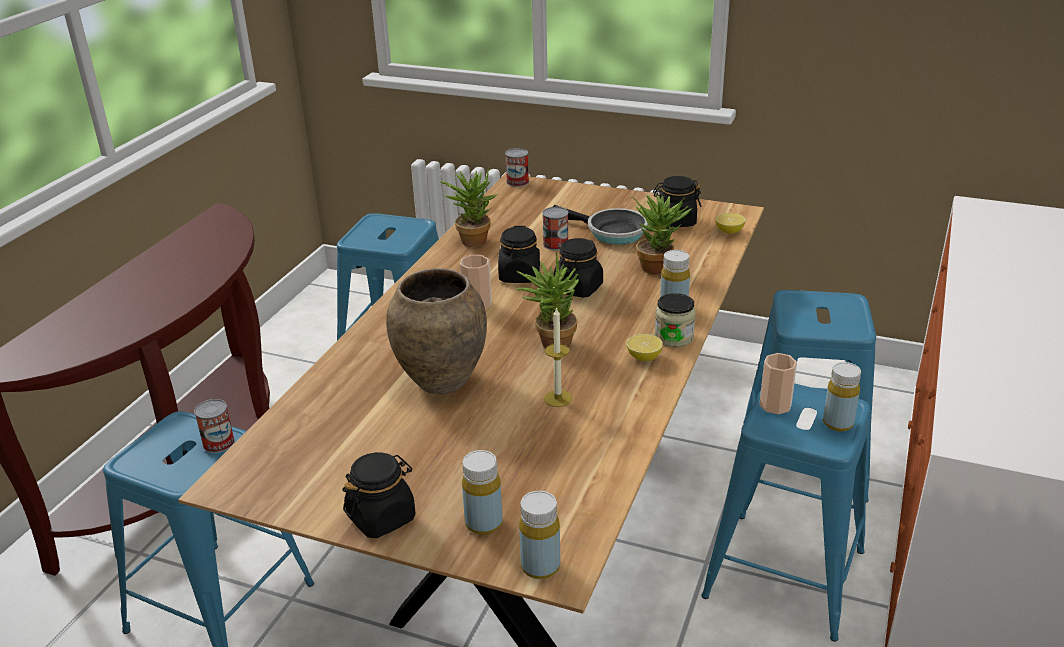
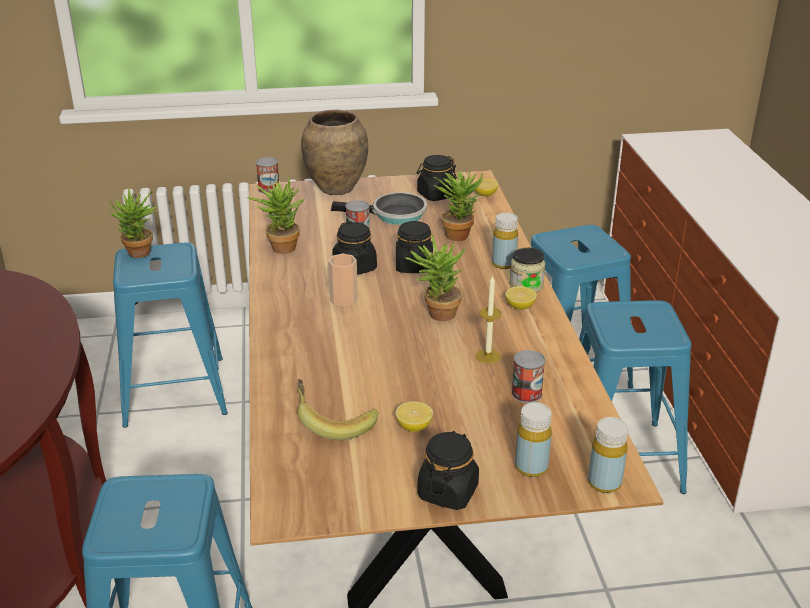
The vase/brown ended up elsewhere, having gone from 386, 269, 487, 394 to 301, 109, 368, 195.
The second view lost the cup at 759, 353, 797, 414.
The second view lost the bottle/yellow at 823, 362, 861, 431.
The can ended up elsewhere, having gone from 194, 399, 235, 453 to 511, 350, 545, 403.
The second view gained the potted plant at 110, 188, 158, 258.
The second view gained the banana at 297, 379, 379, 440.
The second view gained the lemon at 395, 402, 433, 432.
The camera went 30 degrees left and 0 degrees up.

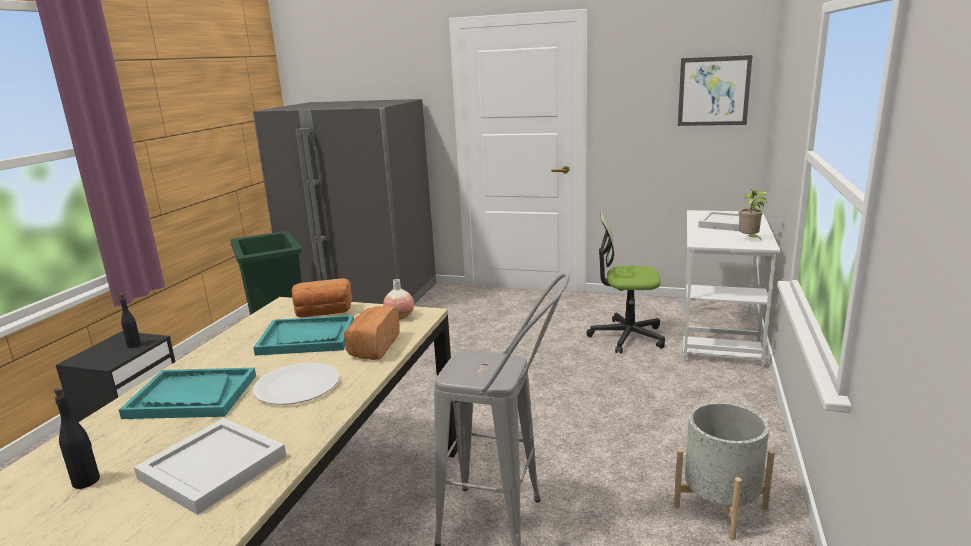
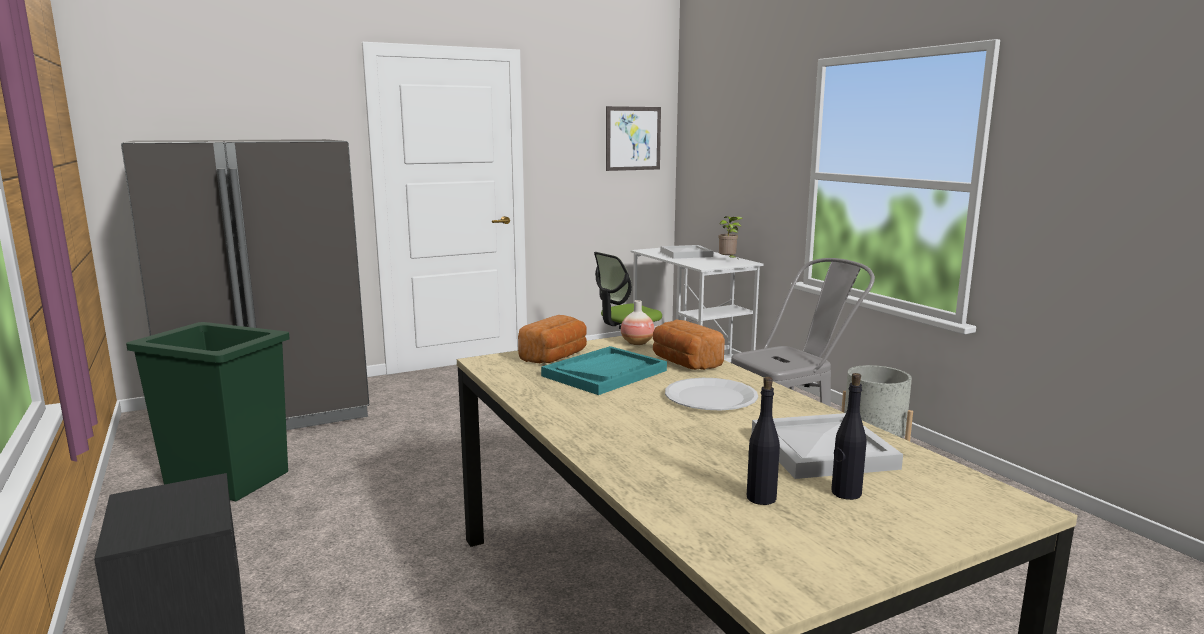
The bottle/black ended up elsewhere, having gone from 119, 294, 141, 348 to 831, 373, 866, 500.
The second view lost the tray/turquoise at 119, 368, 256, 419.
The camera went 45 degrees left and 5 degrees down.

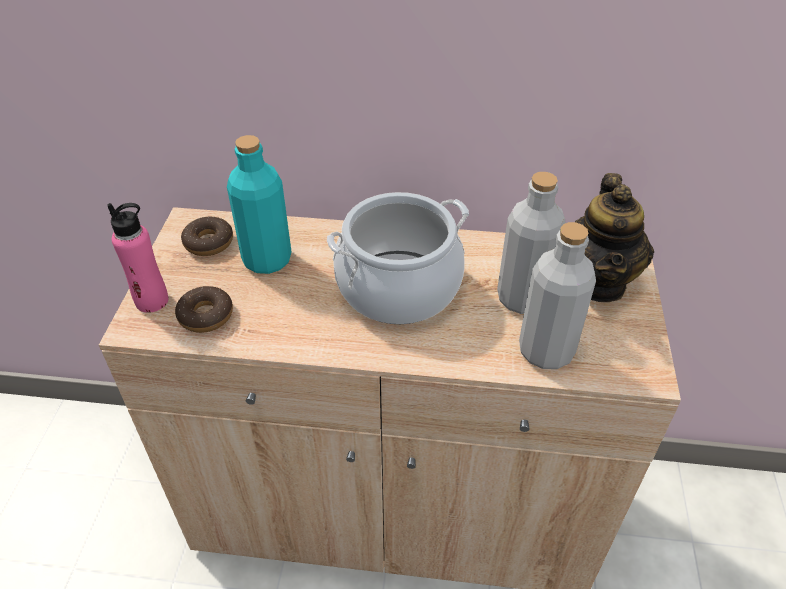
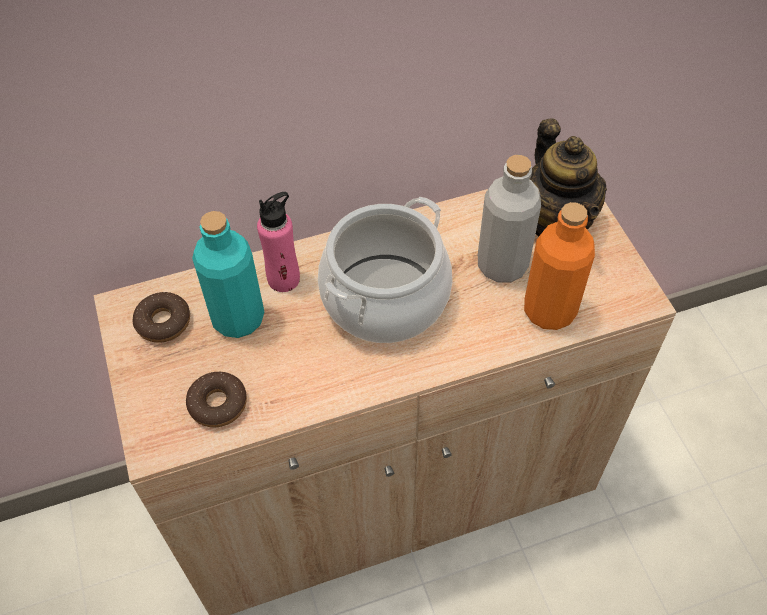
The bottle/pink ended up elsewhere, having gone from 107, 203, 168, 313 to 257, 192, 300, 292.
What was the bottle/grey at 519, 222, 596, 369 turned into the bottle/orange at 524, 202, 595, 330.
The camera went 25 degrees left and 10 degrees up.

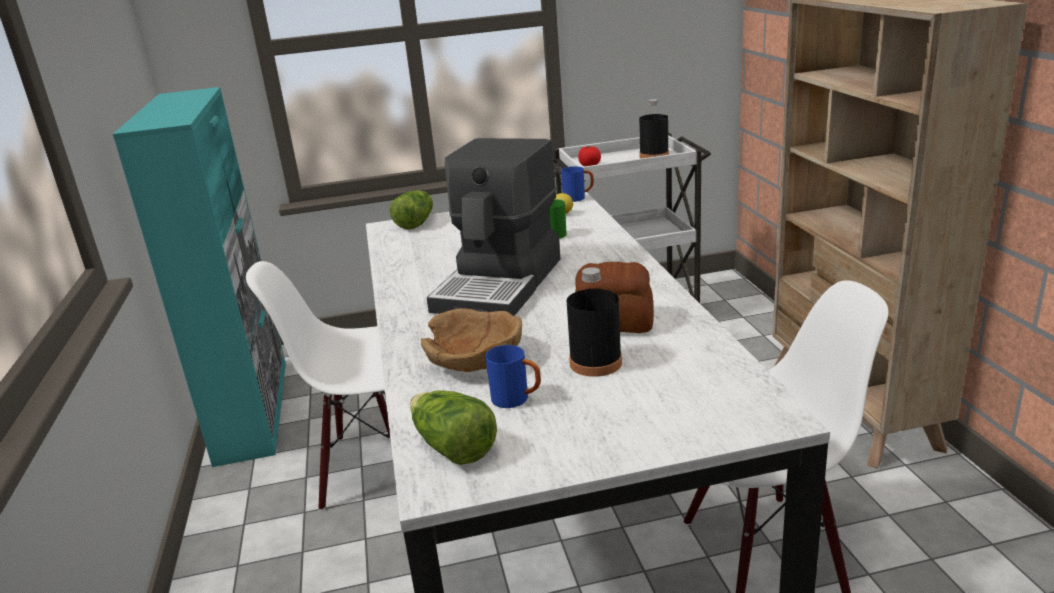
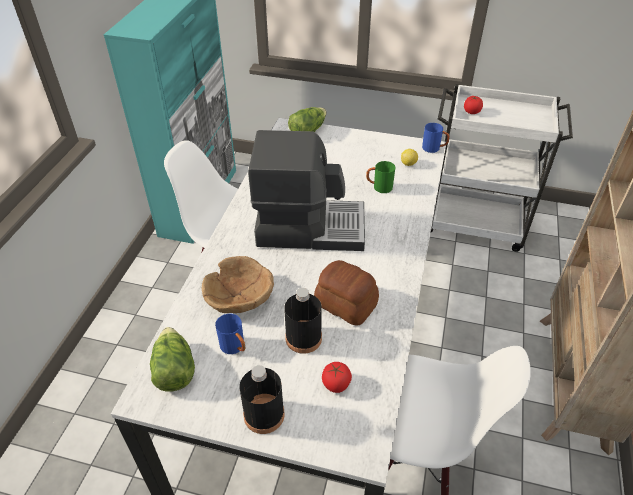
The bottle/black ended up elsewhere, having gone from 639, 99, 669, 158 to 239, 365, 284, 434.
The coffee machine at 427, 138, 560, 316 ended up facing another way, 135 degrees counterclockwise from before.
The second view gained the tomato at 322, 362, 352, 393.
The camera went 25 degrees right and 20 degrees up.

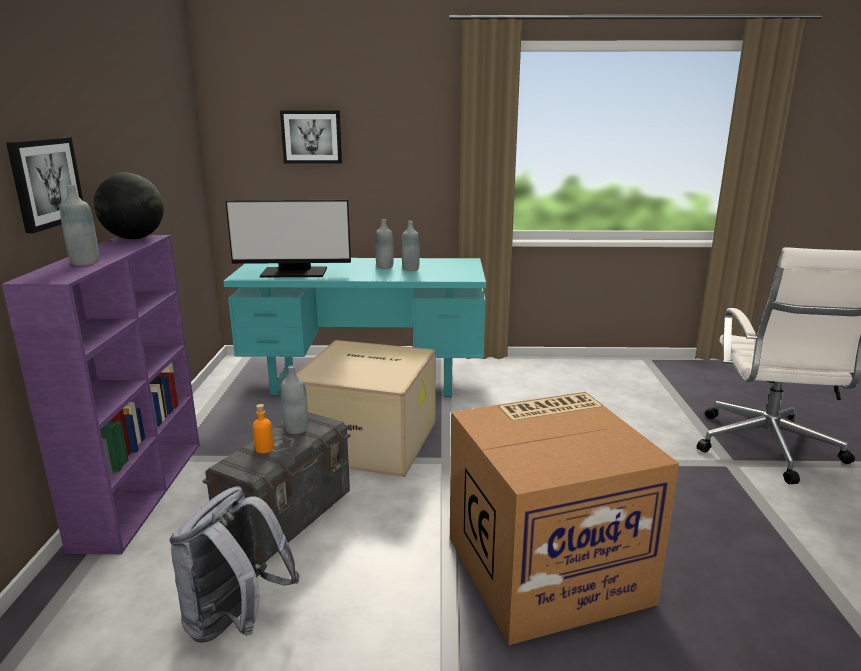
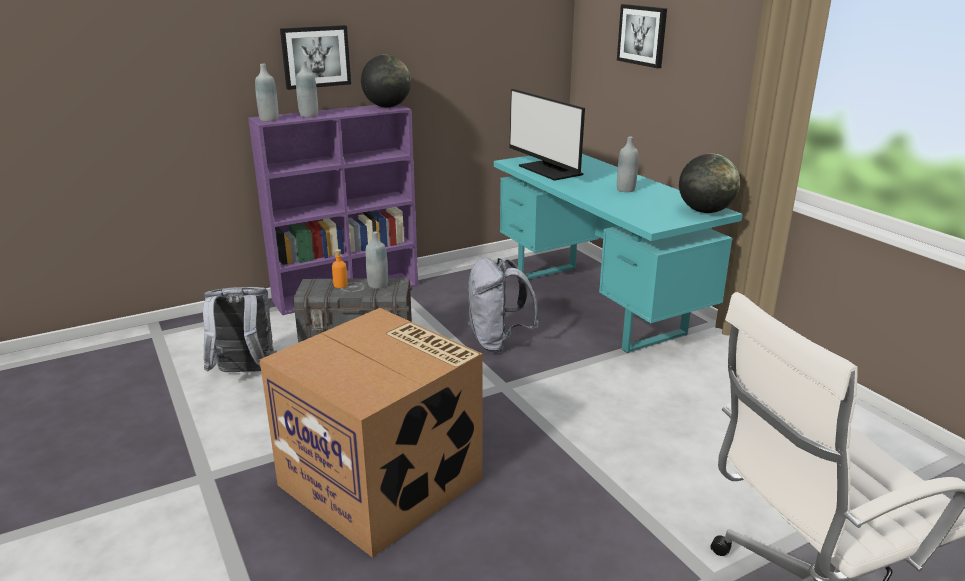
The bottle/grey ended up elsewhere, having gone from 402, 221, 420, 271 to 255, 64, 279, 122.
Where the cardboard box stood at 296, 340, 436, 477, the backpack/grey came to stand at 468, 258, 539, 352.
The second view gained the globe at 679, 154, 740, 213.
The camera went 60 degrees right and 5 degrees up.

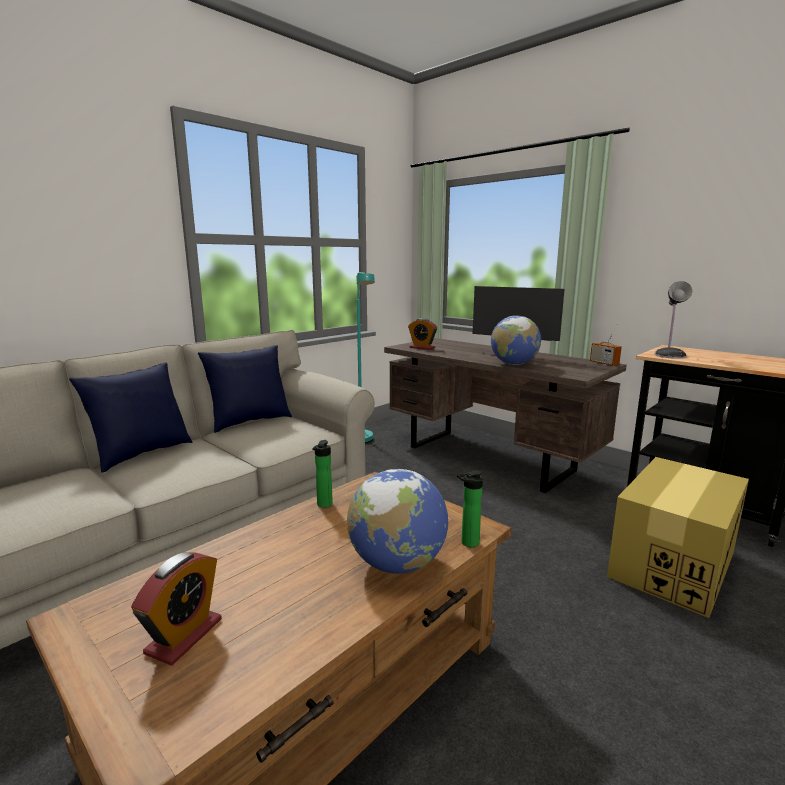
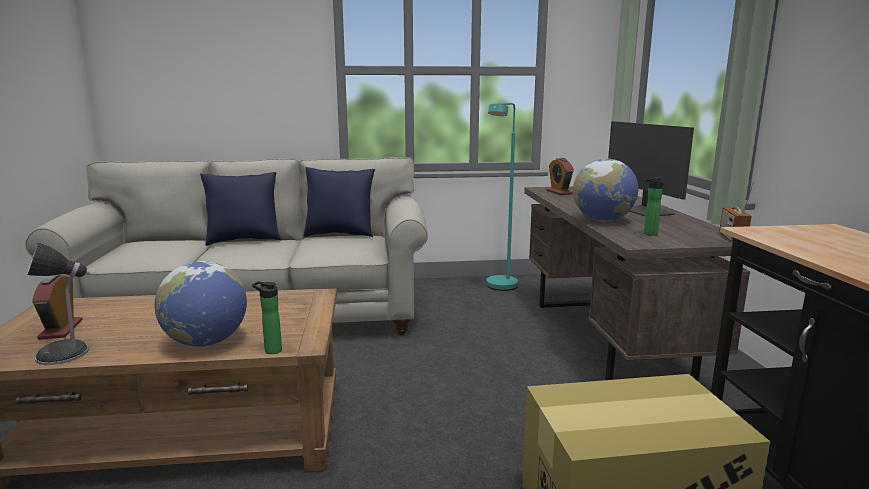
The table lamp ended up elsewhere, having gone from 654, 281, 692, 359 to 27, 242, 90, 365.
The bottle ended up elsewhere, having gone from 312, 440, 333, 508 to 644, 177, 663, 236.
The alarm clock at 131, 552, 222, 666 ended up facing another way, 105 degrees clockwise from before.
The camera went 40 degrees right and 0 degrees up.

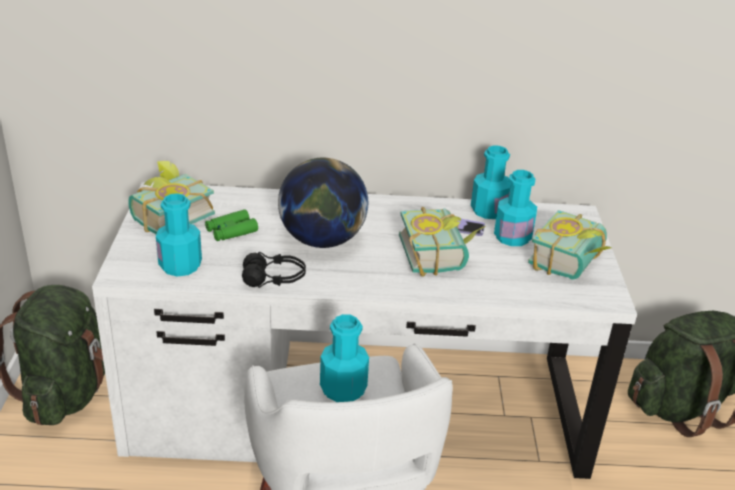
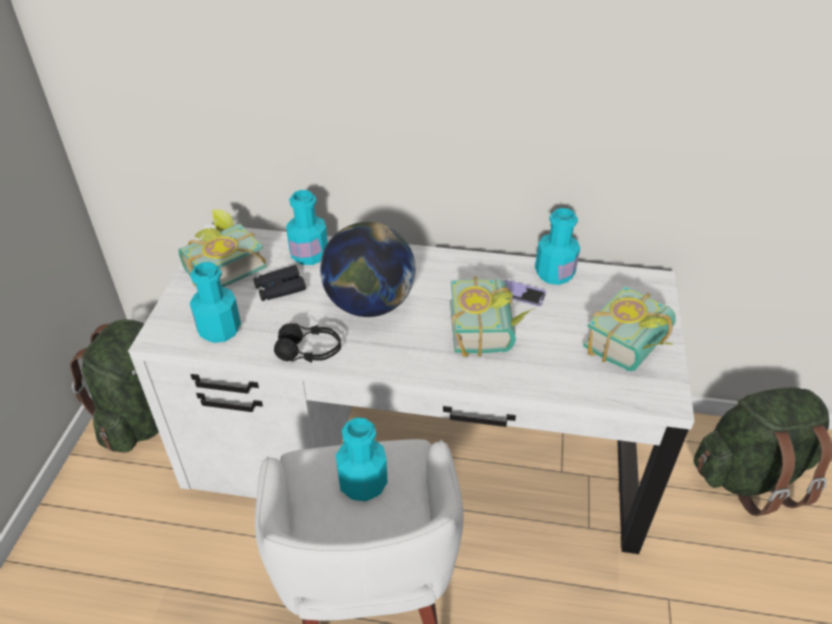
The bottle/turquoise ended up elsewhere, having gone from 494, 170, 537, 246 to 286, 190, 328, 265.
What was the binoculars/green at 205, 209, 258, 241 turned into the binoculars/black at 253, 265, 306, 301.
The camera went 10 degrees right and 10 degrees up.

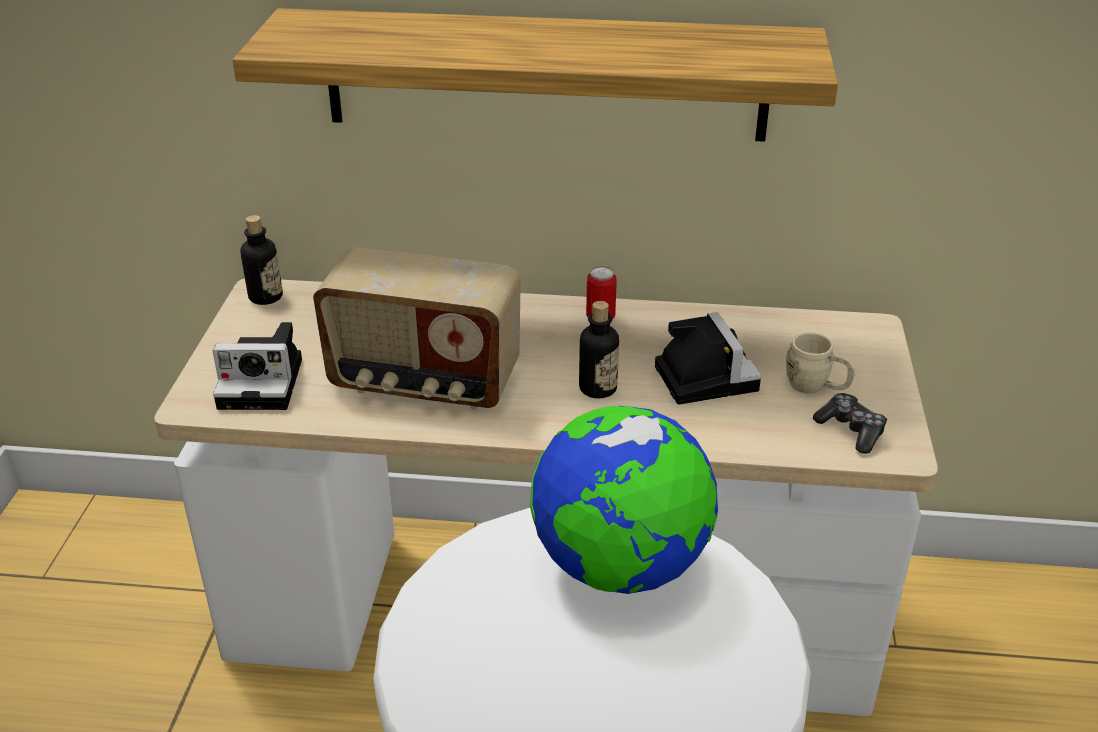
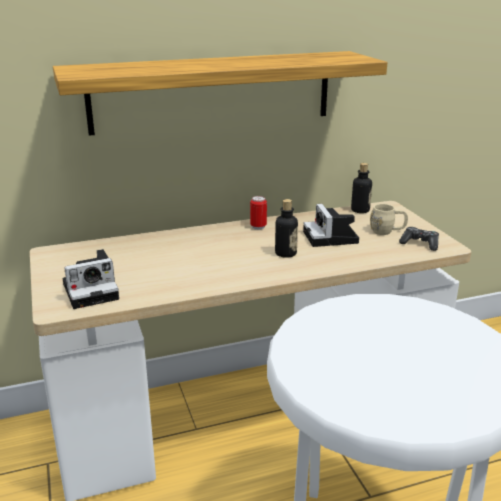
The bottle ended up elsewhere, having gone from 240, 215, 283, 305 to 351, 163, 372, 213.
The second view lost the radio at 313, 247, 521, 409.
The photo camera at 655, 312, 761, 404 ended up facing another way, 150 degrees counterclockwise from before.
The second view lost the globe at 530, 406, 718, 594.
The camera went 25 degrees left and 10 degrees down.

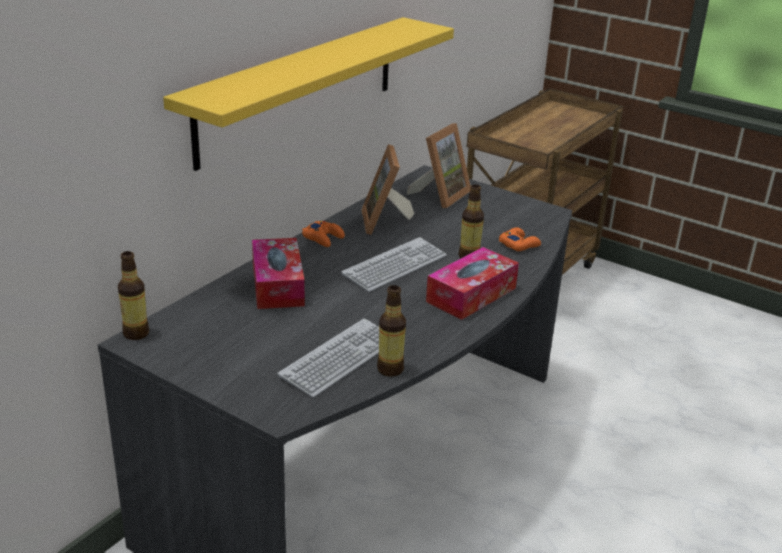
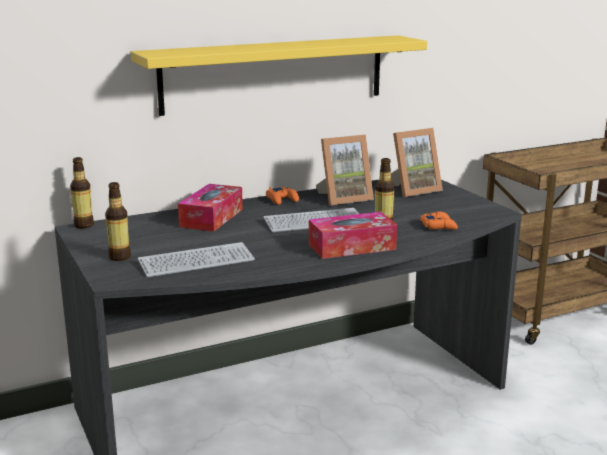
The picture frame at 362, 144, 414, 235 ended up facing another way, 135 degrees counterclockwise from before.
The bottle ended up elsewhere, having gone from 377, 285, 406, 377 to 105, 182, 131, 261.
The camera went 30 degrees right and 10 degrees down.

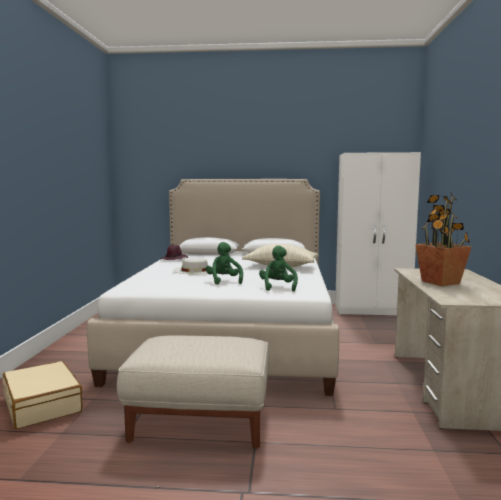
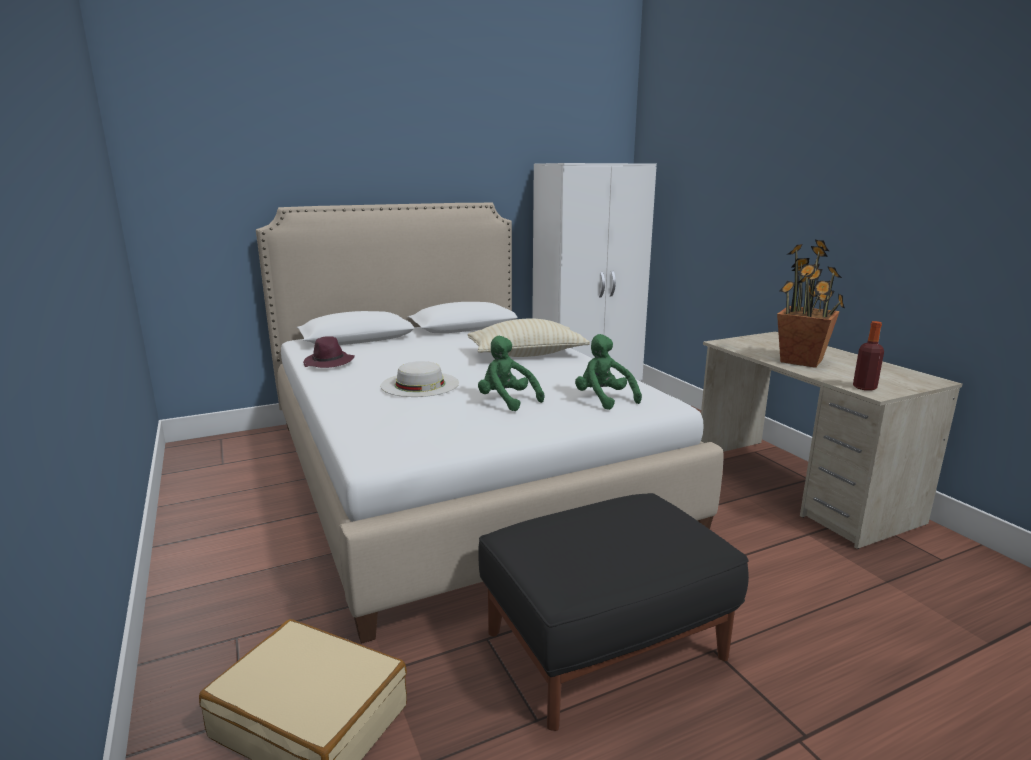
What was the ottoman/beige at 117, 335, 269, 449 turned into the ottoman/black at 478, 493, 749, 731.
The second view gained the bottle at 853, 321, 884, 391.
The camera went 30 degrees left and 10 degrees up.

